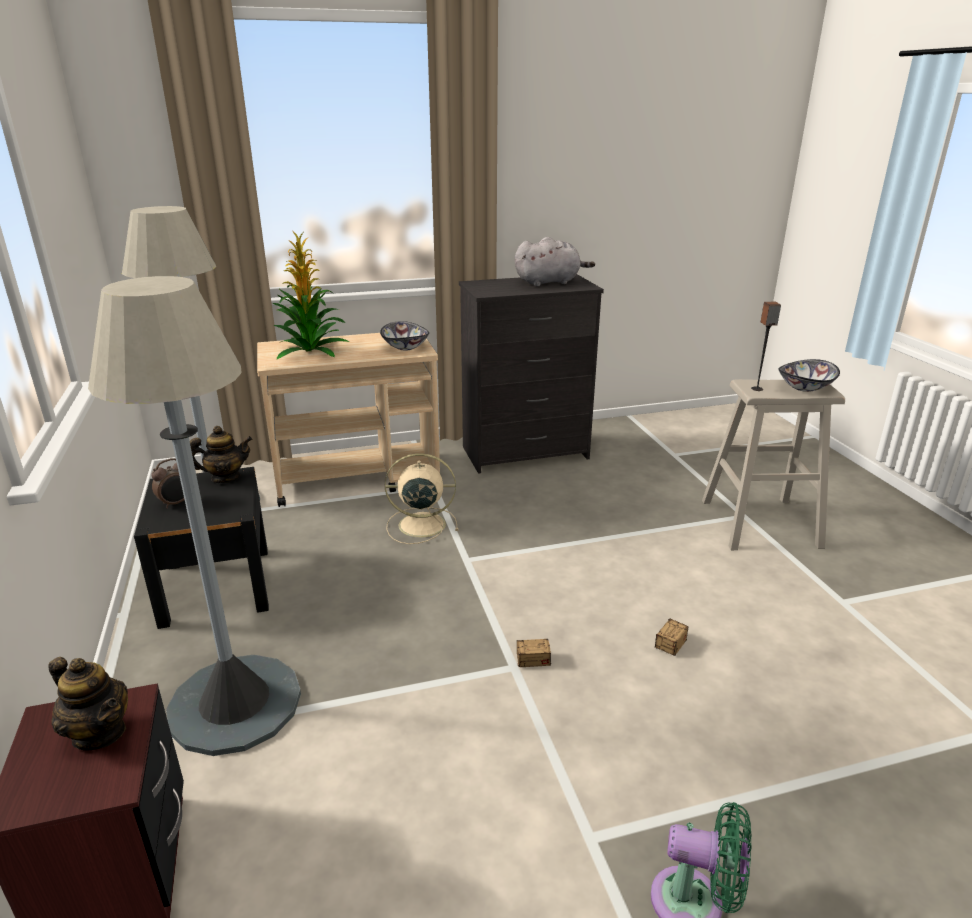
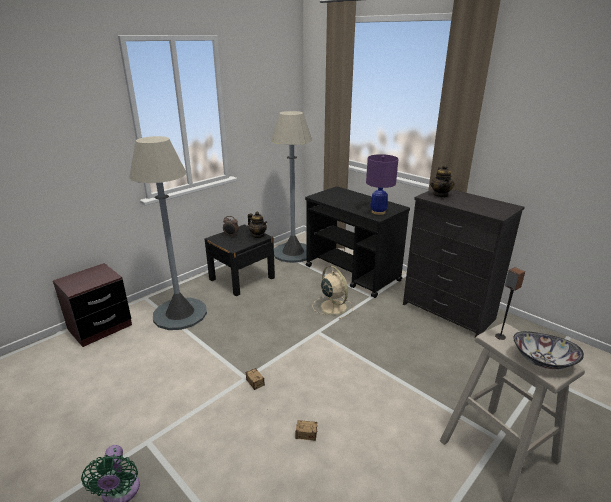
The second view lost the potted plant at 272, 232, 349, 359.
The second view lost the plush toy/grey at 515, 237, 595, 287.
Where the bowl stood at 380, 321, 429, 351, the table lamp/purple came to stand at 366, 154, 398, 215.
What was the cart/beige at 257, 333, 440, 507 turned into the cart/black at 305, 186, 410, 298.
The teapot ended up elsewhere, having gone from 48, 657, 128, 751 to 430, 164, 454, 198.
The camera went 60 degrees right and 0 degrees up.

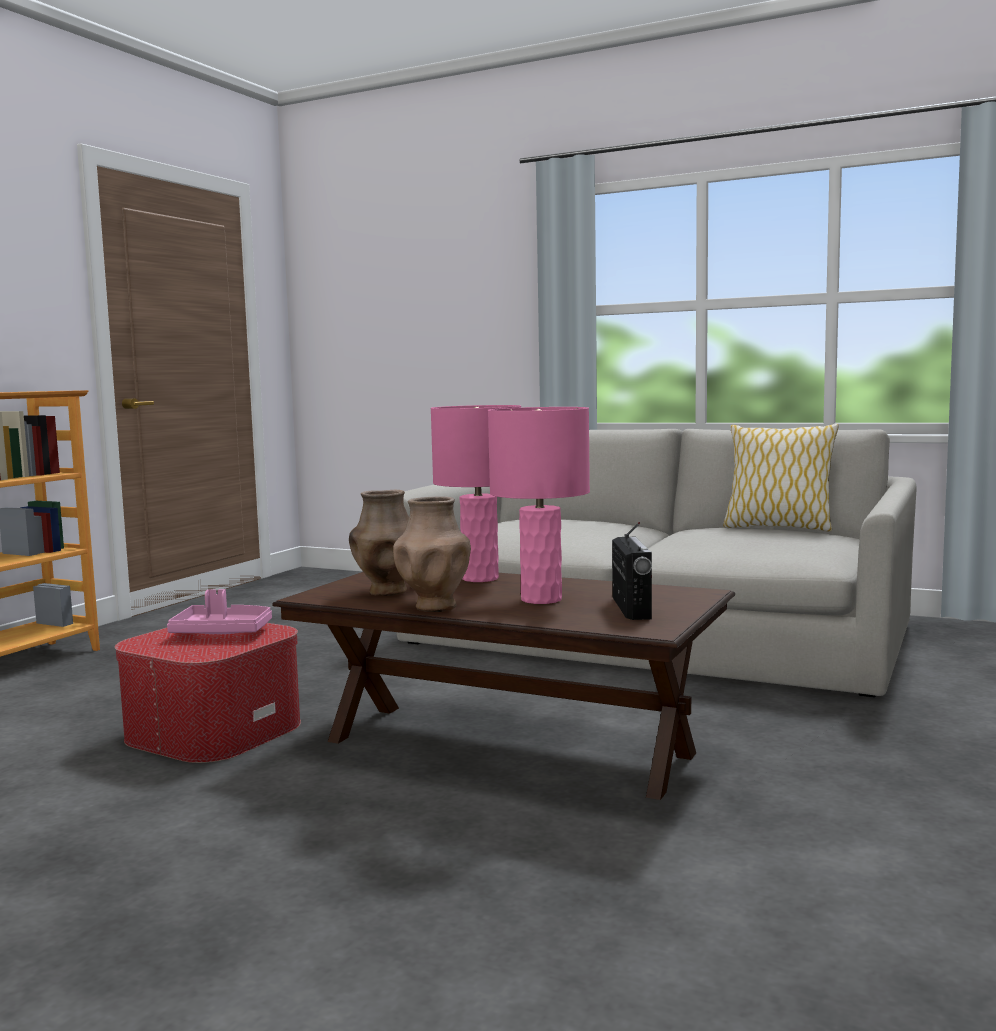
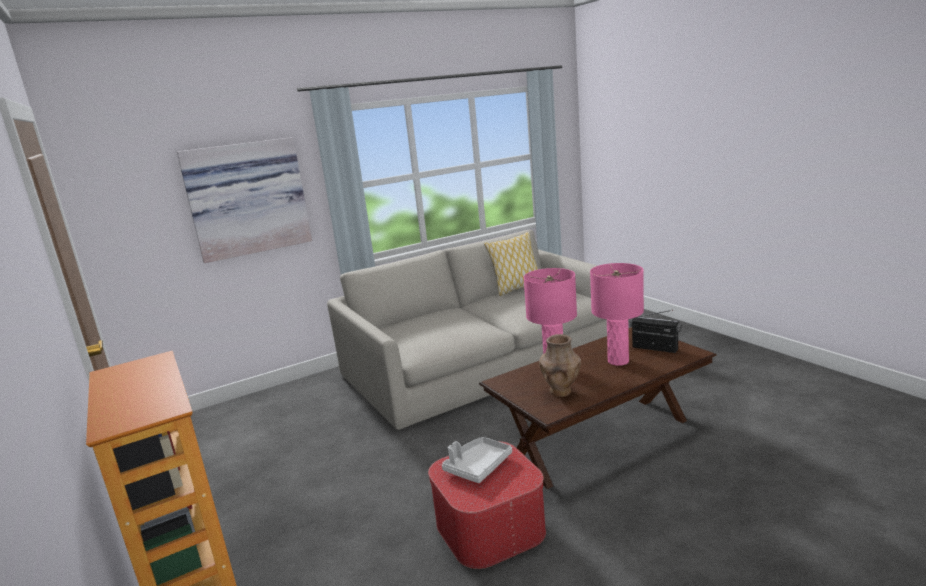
The second view lost the vase/brown at 393, 496, 471, 612.
What was the tray/pink at 167, 589, 272, 634 turned into the tray/grey at 442, 437, 512, 483.
The second view gained the picture at 177, 137, 312, 263.
The camera went 55 degrees left and 10 degrees up.

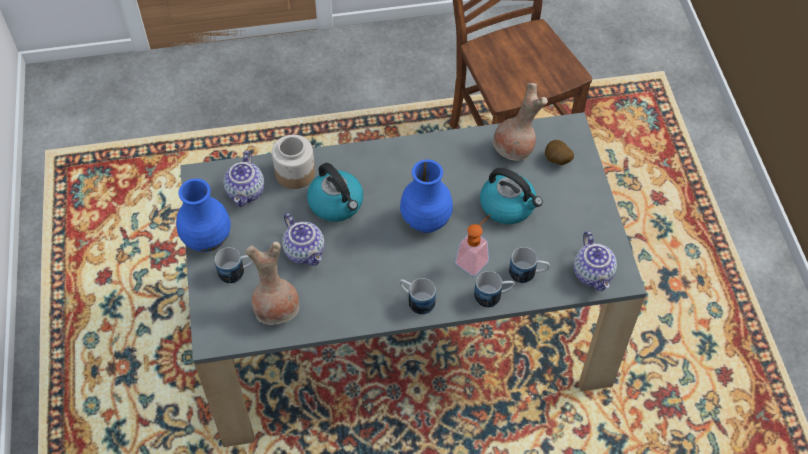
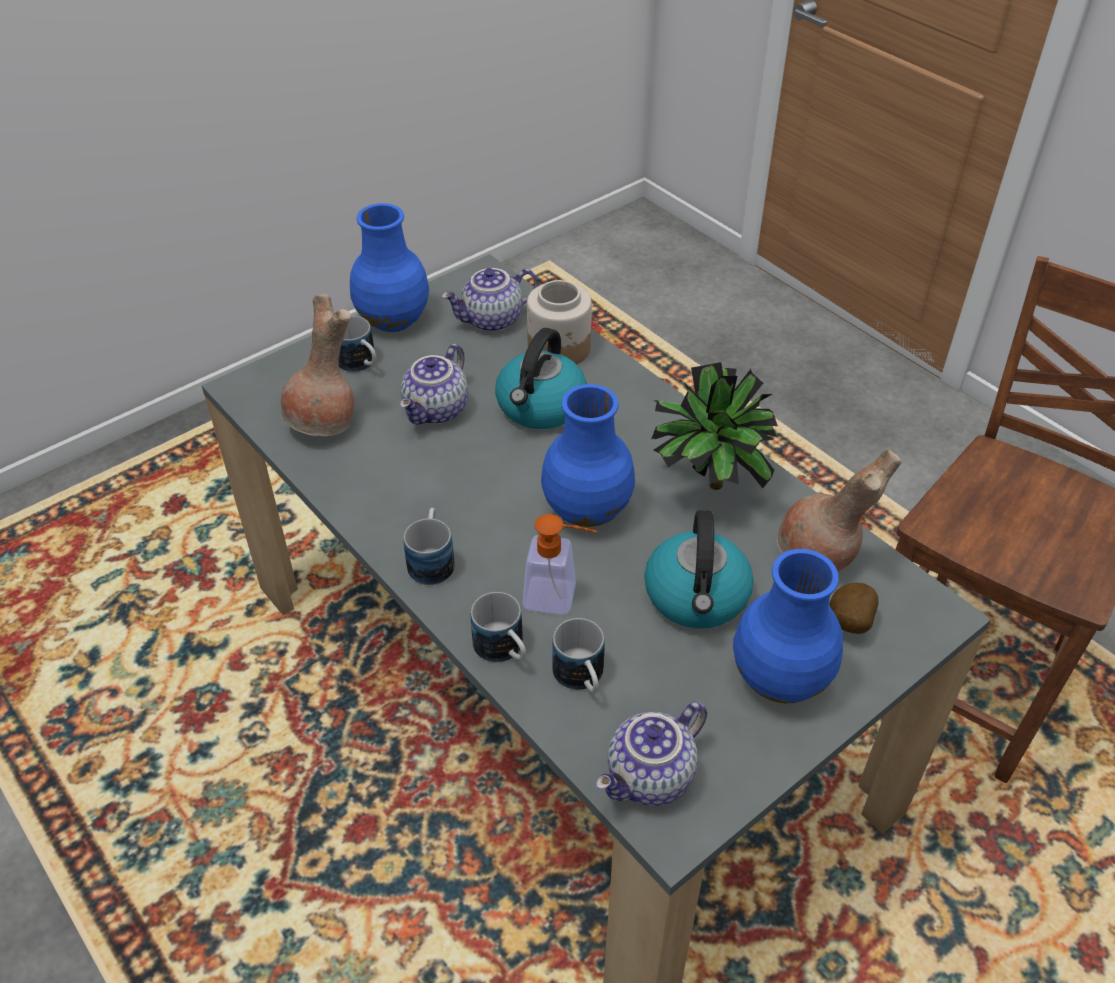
The second view gained the potted plant at 651, 362, 778, 490.
The second view gained the vase/blue at 733, 549, 843, 703.
The camera went 60 degrees right and 10 degrees down.

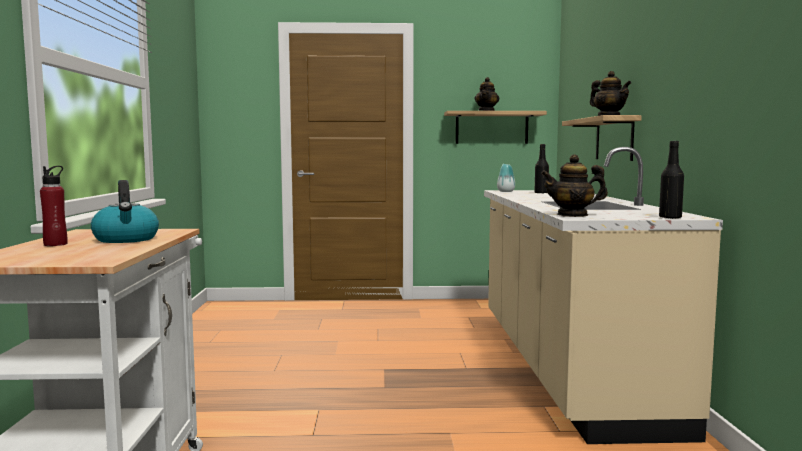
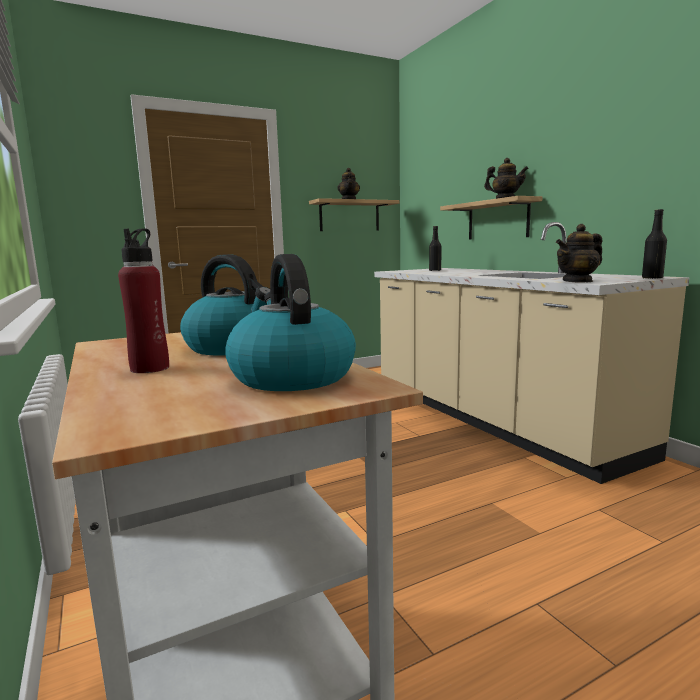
The second view lost the vase at 497, 164, 515, 192.
The second view gained the kettle at 225, 254, 356, 391.
The camera went 25 degrees left and 5 degrees up.

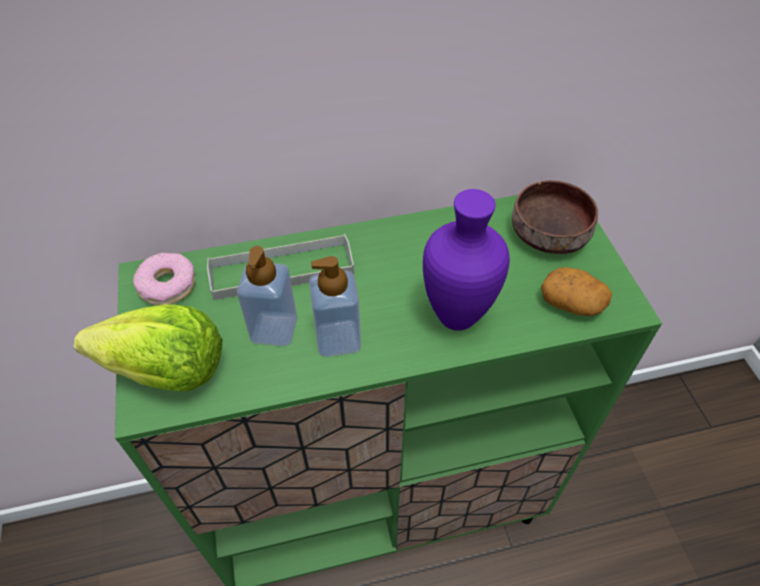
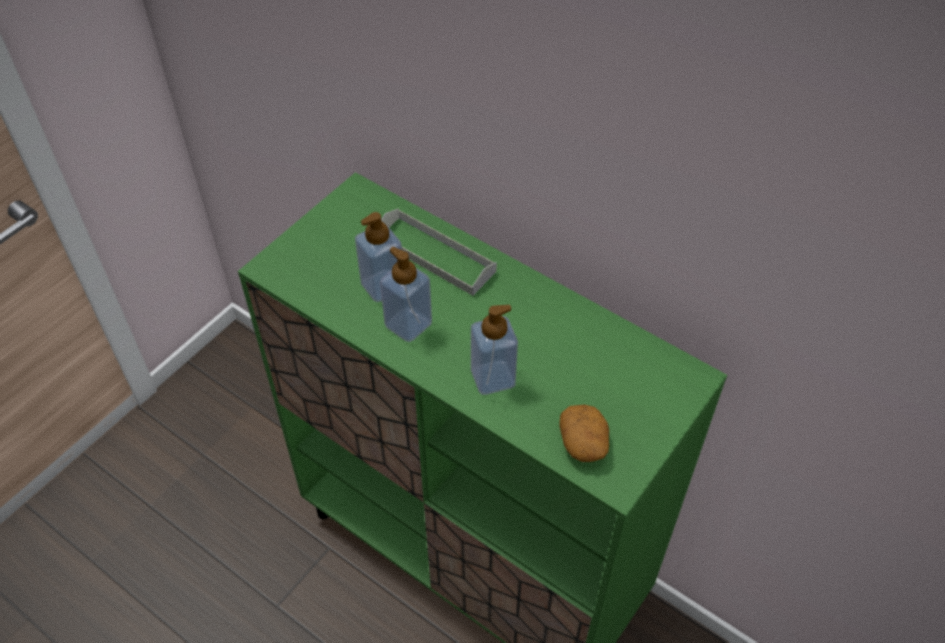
The second view lost the bowl/brown at 512, 180, 598, 254.
Where the vase/purple stood at 423, 189, 510, 331, the soap dispenser came to stand at 471, 305, 518, 395.
The second view lost the donut at 133, 252, 195, 305.
The second view lost the lettuce at 74, 304, 222, 391.
The camera went 50 degrees right and 0 degrees up.

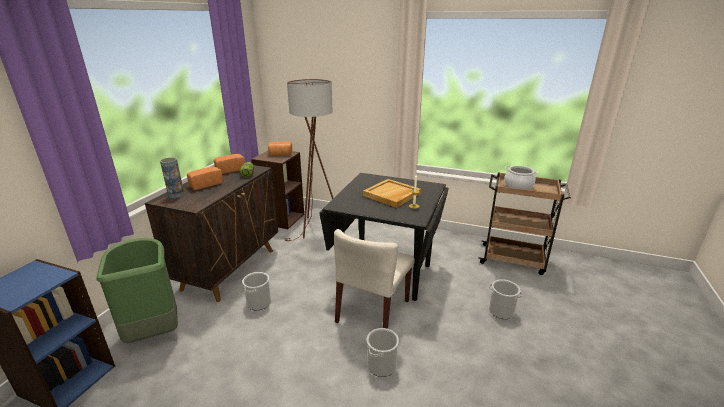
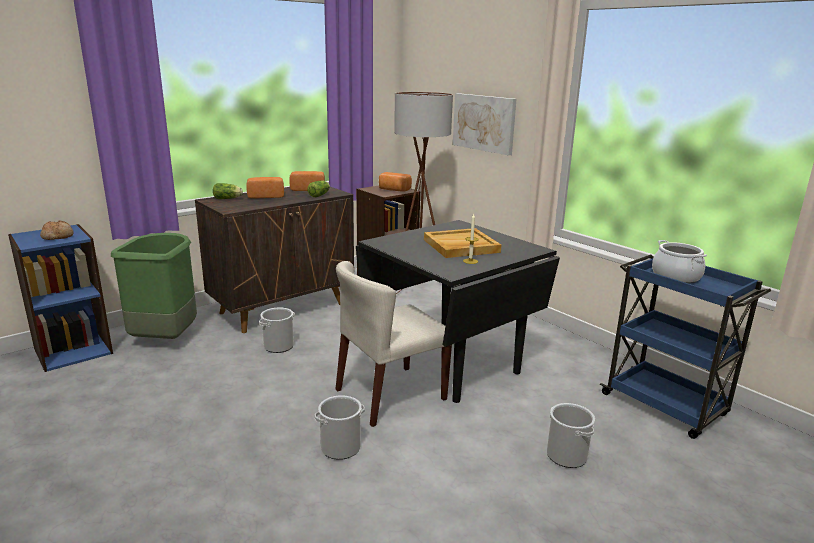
Where the vase stood at 160, 157, 184, 198, the lettuce came to stand at 213, 183, 243, 199.
What was the cart/brown at 478, 172, 571, 275 turned into the cart/blue at 600, 254, 771, 439.
The second view gained the picture at 453, 93, 517, 156.
The second view gained the bread at 40, 220, 74, 240.
The camera went 30 degrees right and 5 degrees down.

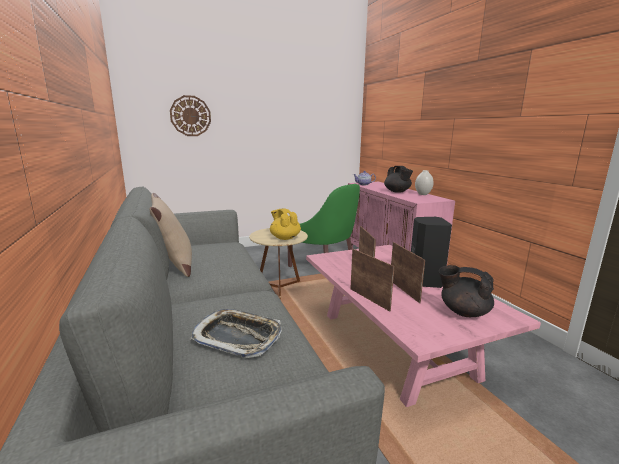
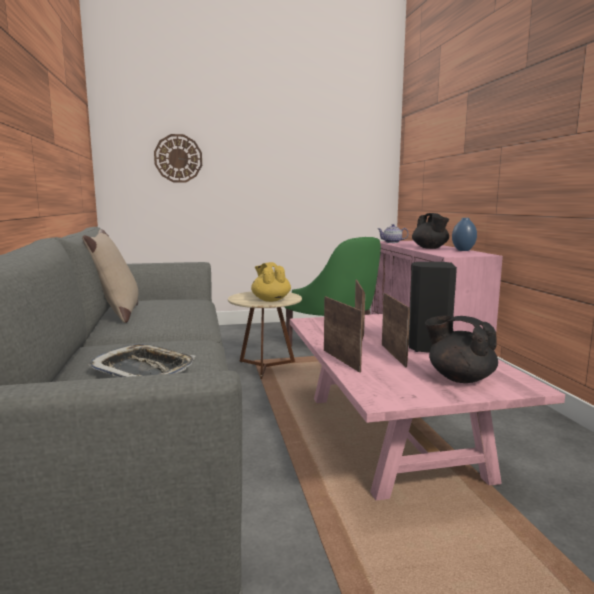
What was the vase/white at 415, 170, 434, 195 turned into the vase/blue at 452, 218, 477, 251.
The camera went 10 degrees right and 5 degrees down.

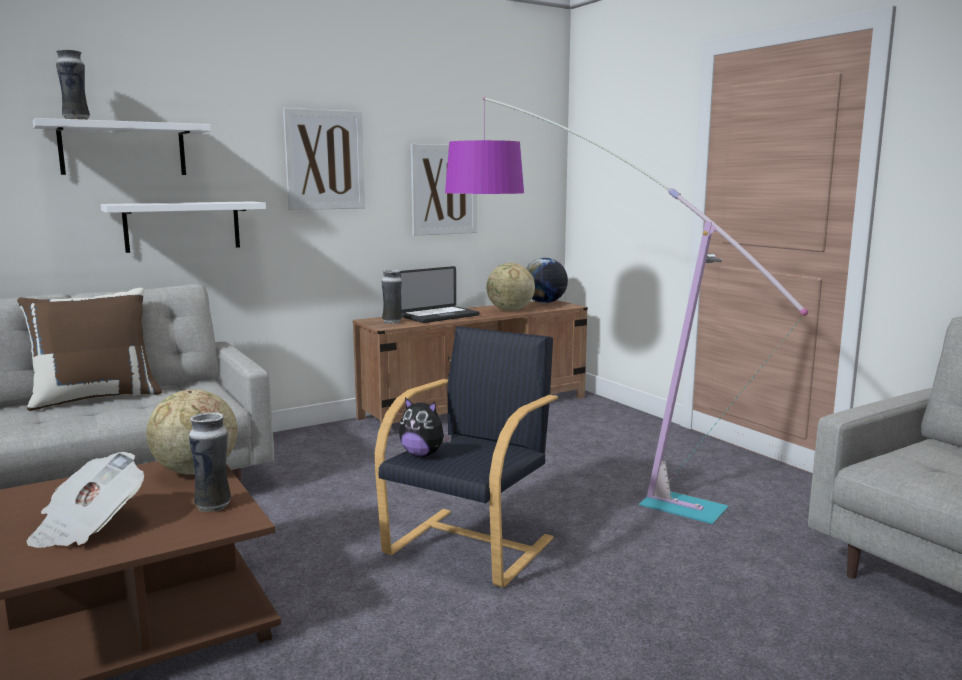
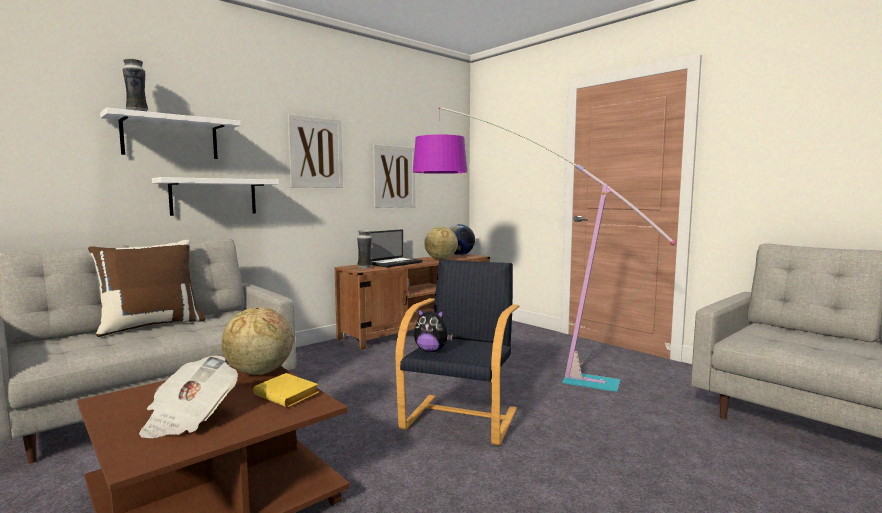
Where the vase stood at 189, 412, 231, 512, the book/yellow came to stand at 253, 373, 319, 407.
The camera went 10 degrees left and 5 degrees down.

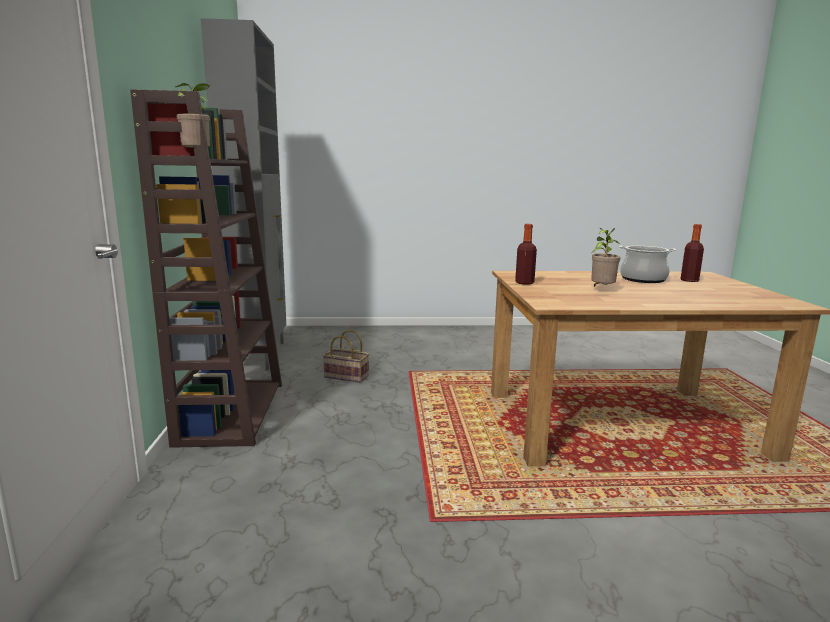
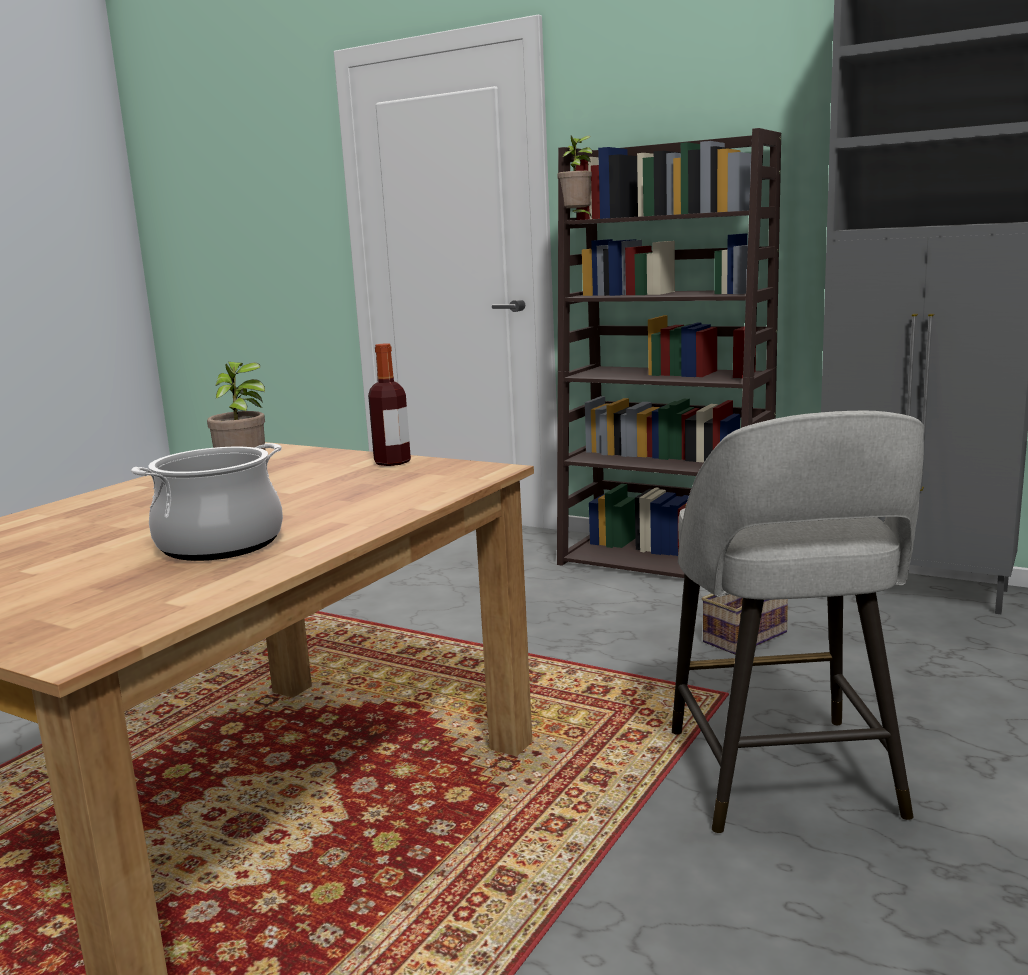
The second view lost the bottle at 681, 224, 704, 282.
The second view gained the stool/grey at 672, 410, 924, 834.
The camera went 125 degrees right and 0 degrees up.

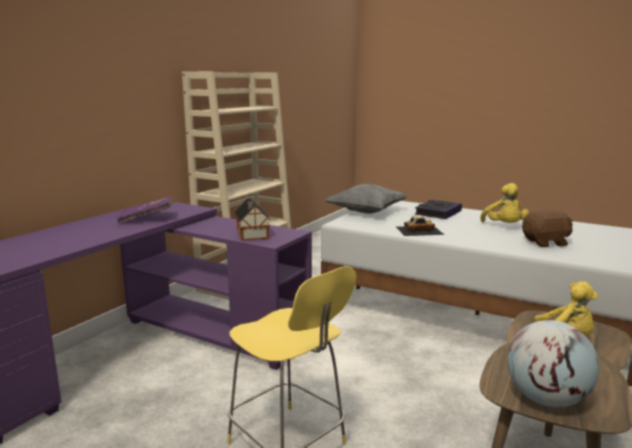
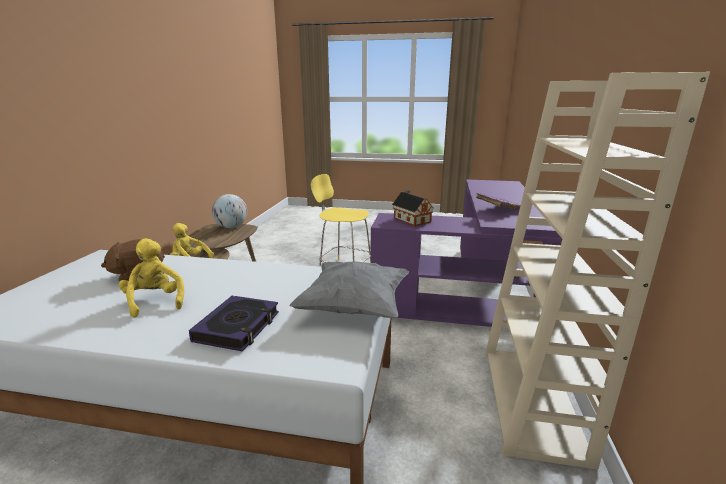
The second view lost the toy car at 396, 215, 444, 236.
The camera went 160 degrees right and 5 degrees up.

